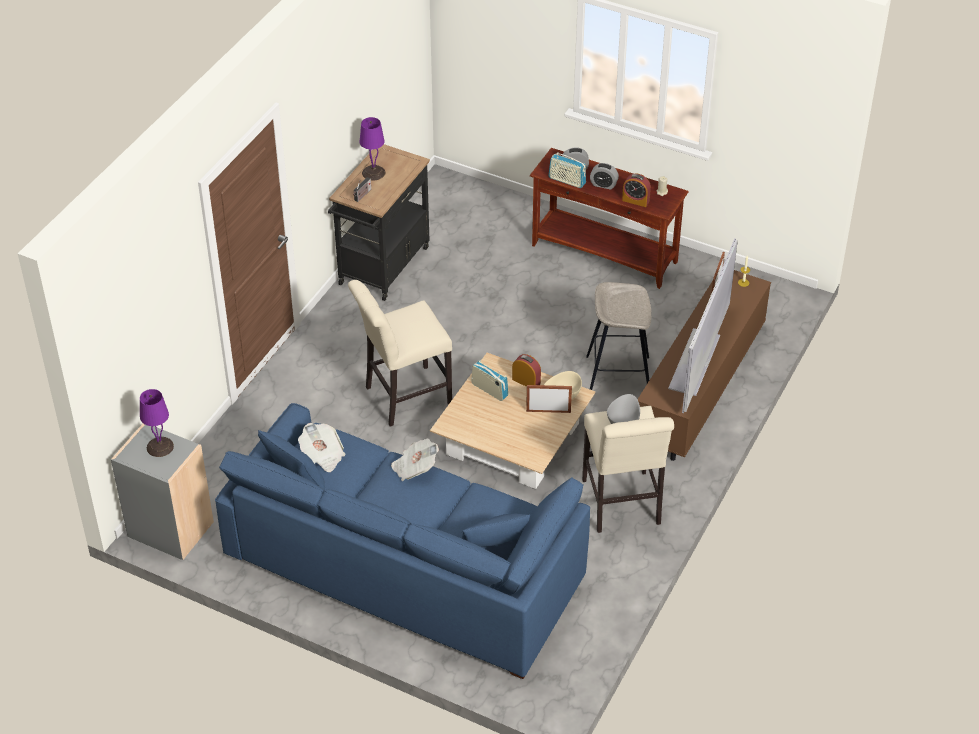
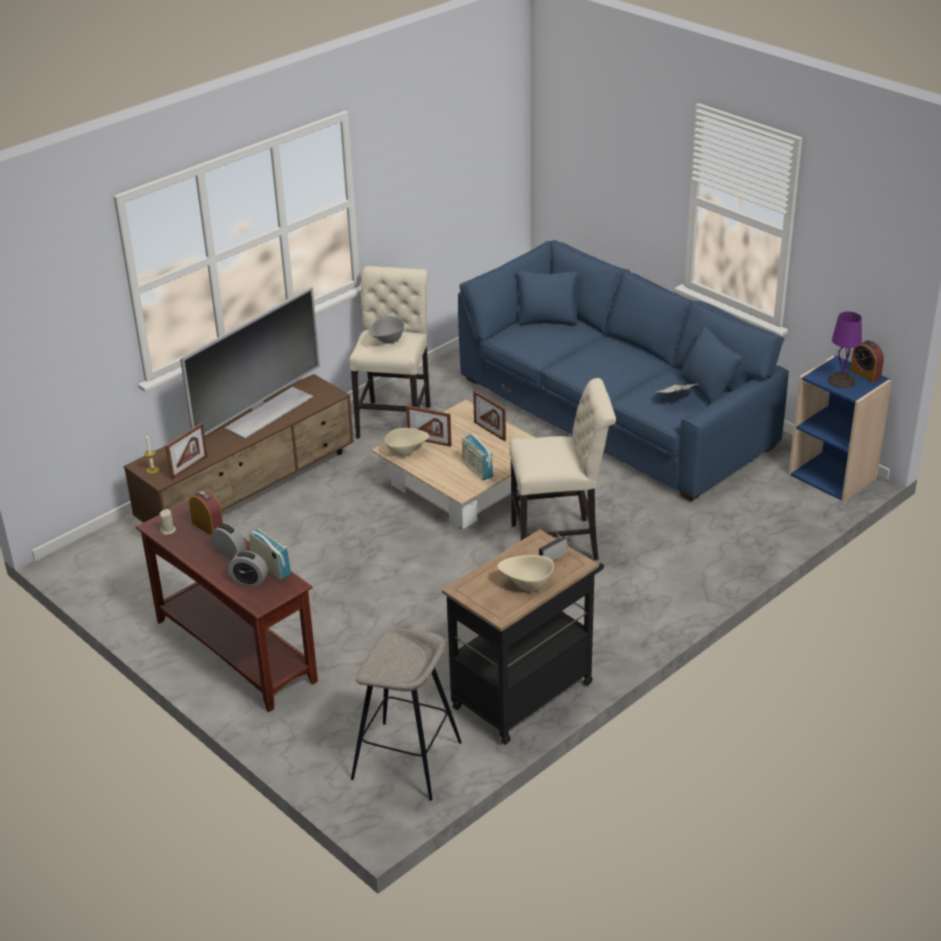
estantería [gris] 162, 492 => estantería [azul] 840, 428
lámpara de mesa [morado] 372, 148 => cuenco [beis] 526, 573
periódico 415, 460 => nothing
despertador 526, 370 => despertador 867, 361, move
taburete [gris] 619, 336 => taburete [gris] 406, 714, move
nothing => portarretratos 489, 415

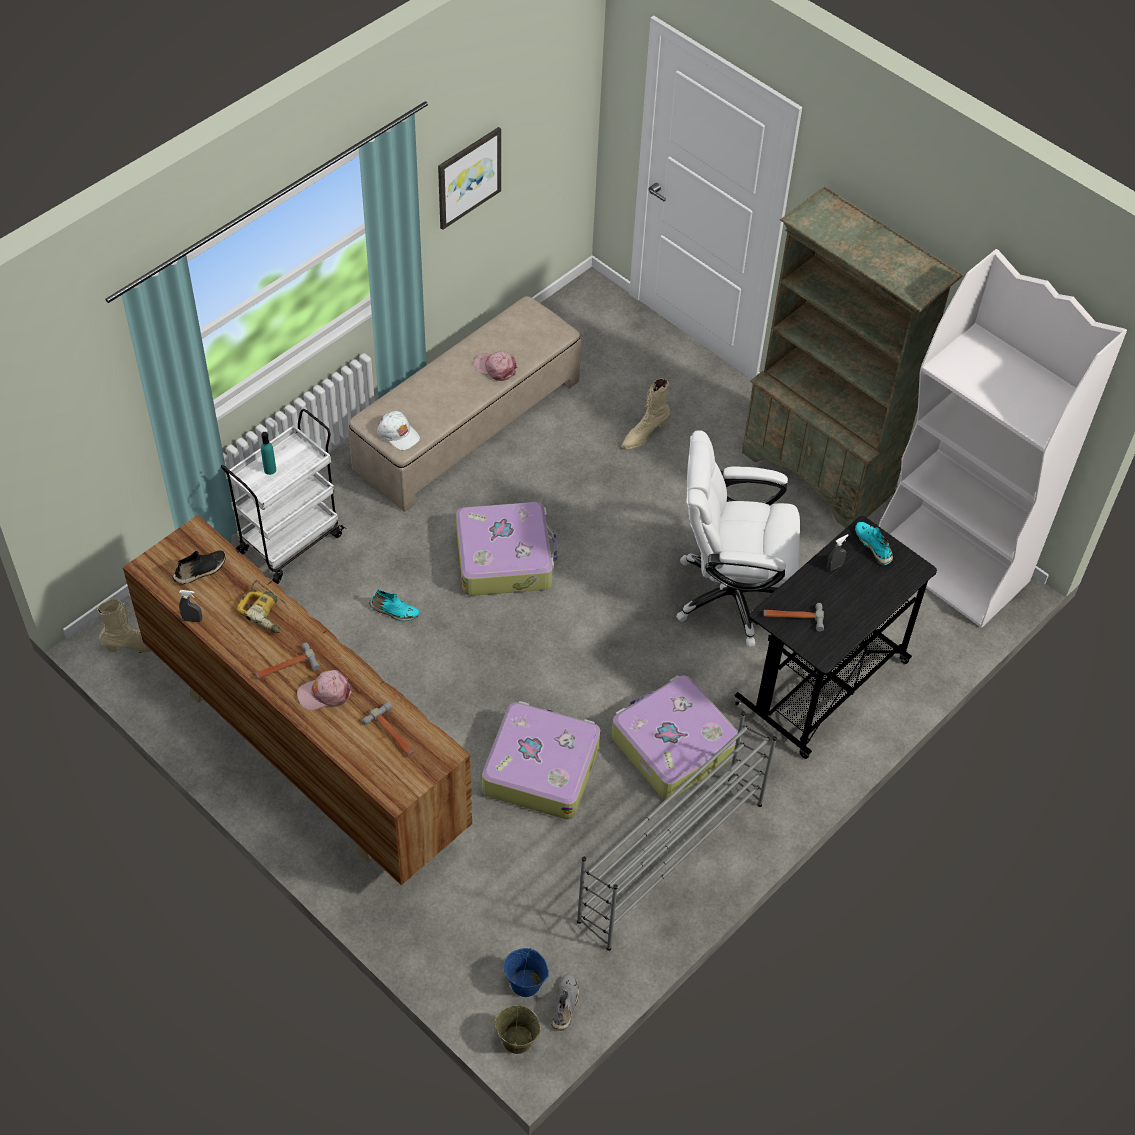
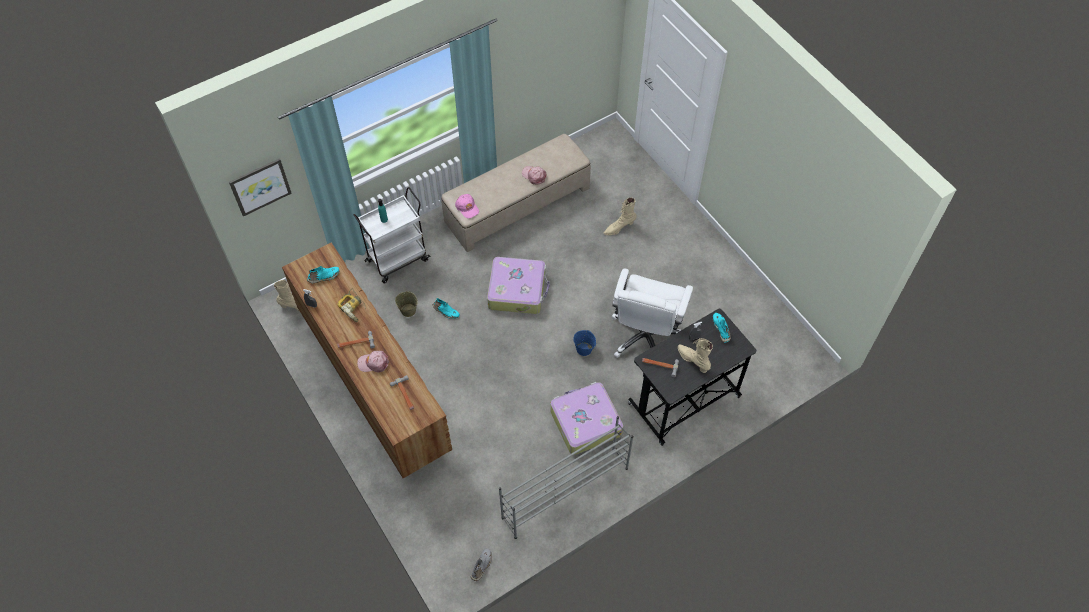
zapato [negro] 199, 567 => zapato [turquesa] 323, 274
gorra [blanco] 398, 430 => gorra [rosa] 467, 206
cuadro 469, 178 => cuadro 260, 187, move
maleta 541, 760 => nothing
cubo [beis] 517, 1029 => cubo [beis] 406, 304, move
cubo [azul] 526, 972 => cubo [azul] 584, 343, move
silla de oficina [blanco] 738, 538 => silla de oficina [blanco] 652, 313, 90 degrees counterclockwise
estantería [verde] 853, 357 => nothing
estantería [blanco] 1003, 438 => nothing
nothing => bota [beis] 695, 355

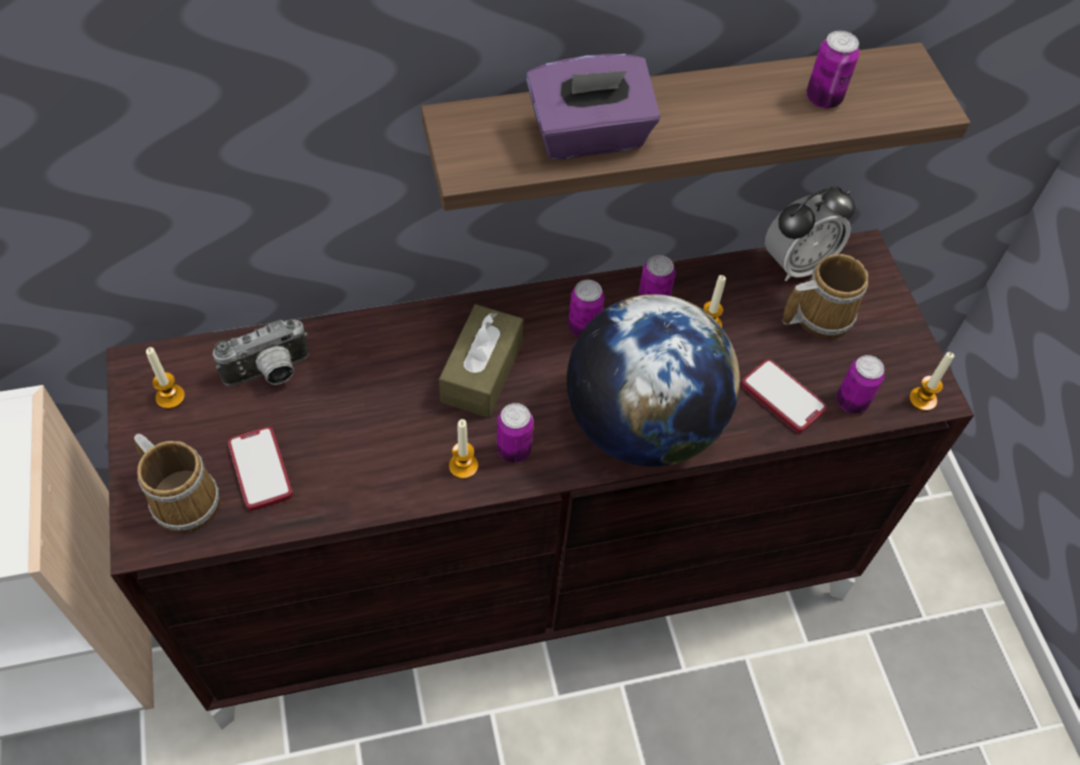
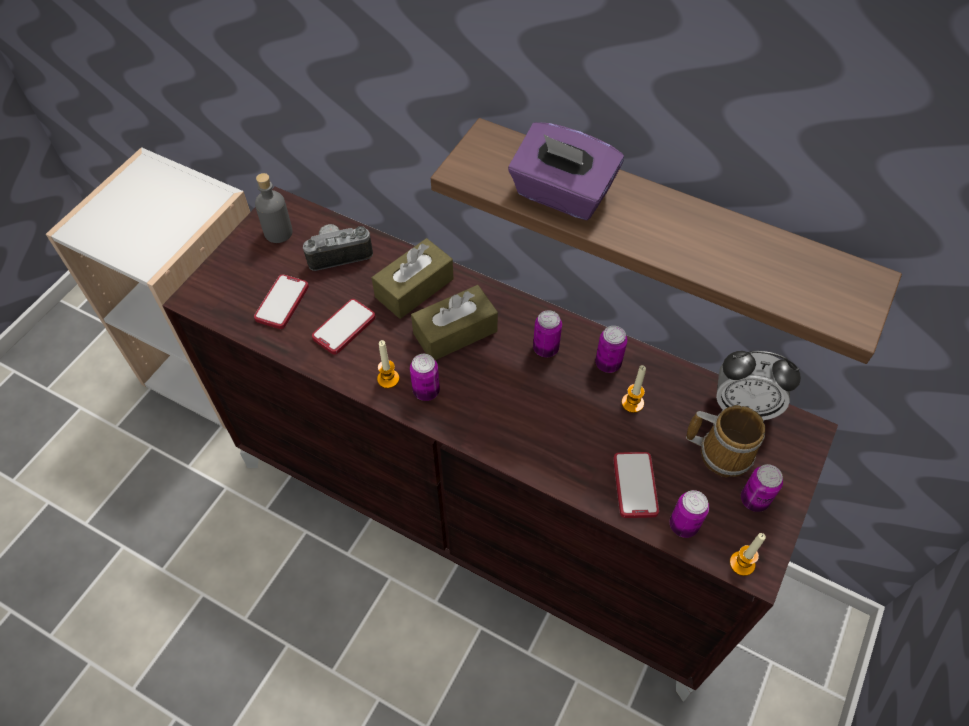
taza grande 177, 483 => nothing
vela 165, 378 => botella [gris] 274, 208
cámara 261, 353 => cámara 337, 247, 150 degrees clockwise
globo terráqueo 653, 380 => nothing
lata 833, 70 => lata 762, 488, move
nothing => móvil 344, 327
nothing => caja de pañuelos [marrón] 413, 278

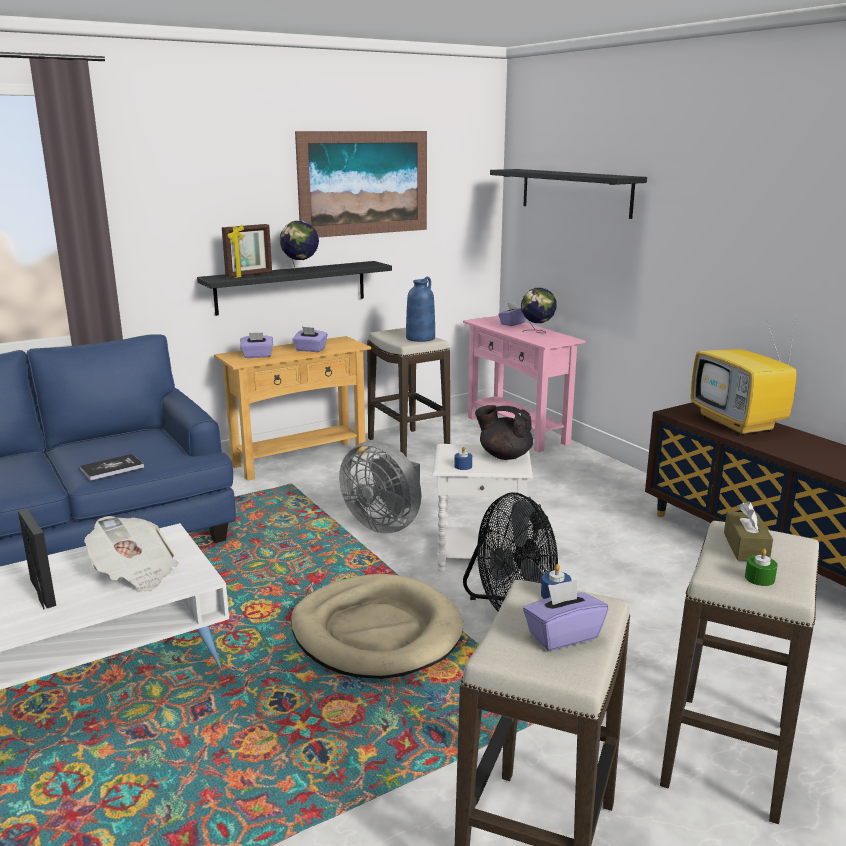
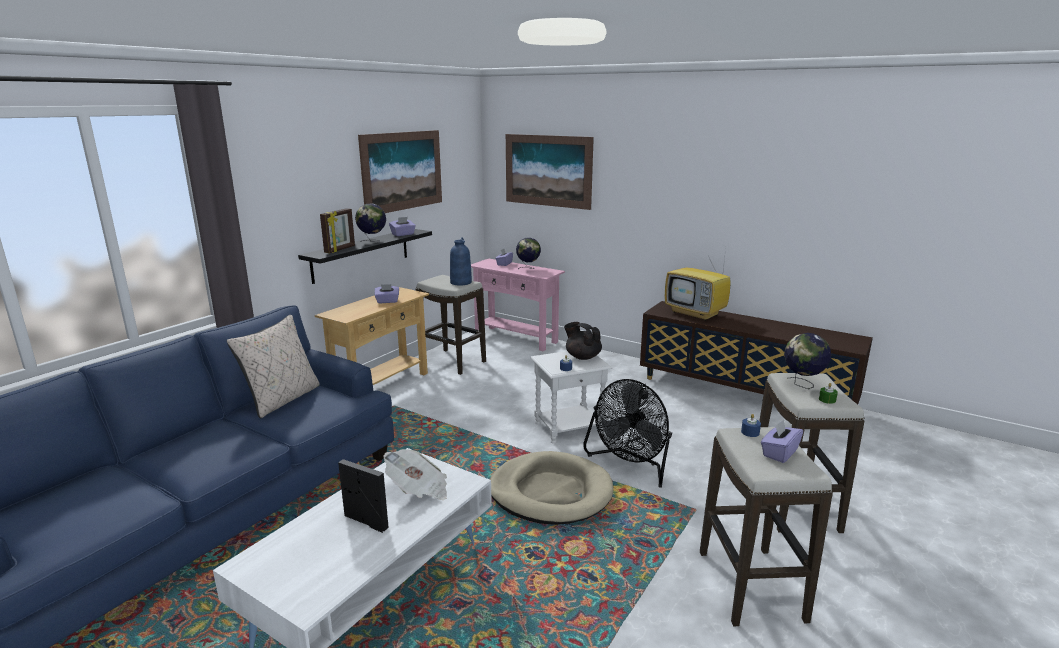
libro 111, 467 => nothing
caja de pañuelos [morado] 256, 345 => caja de pañuelos [morado] 402, 226, move
ventilador [gris] 380, 487 => nothing
tetera [negro] 504, 432 => tetera [negro] 583, 341, 45 degrees clockwise
estante [negro] 568, 194 => cuadro 550, 172
caja de pañuelos [marrón] 748, 531 => globo terráqueo 807, 361
nothing => cojín [beis] 273, 366

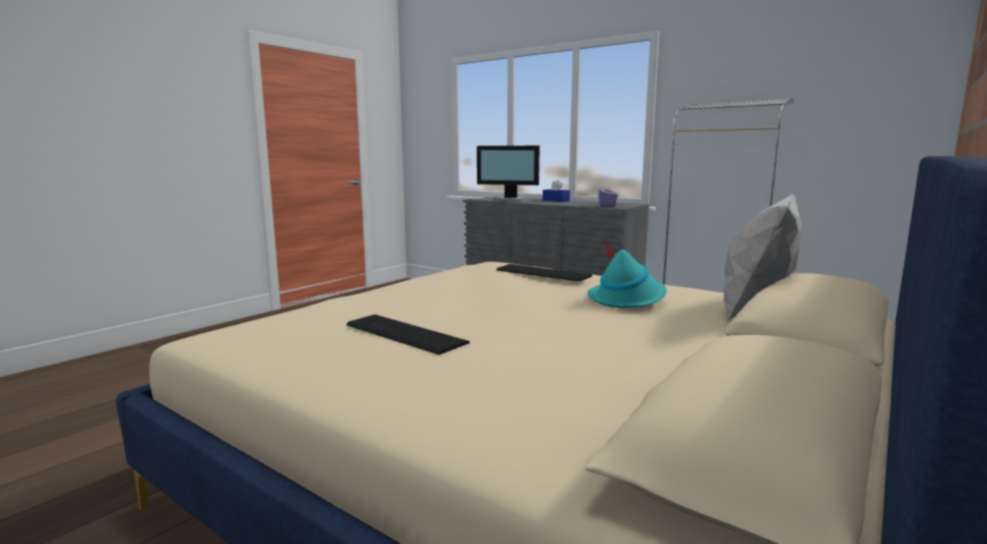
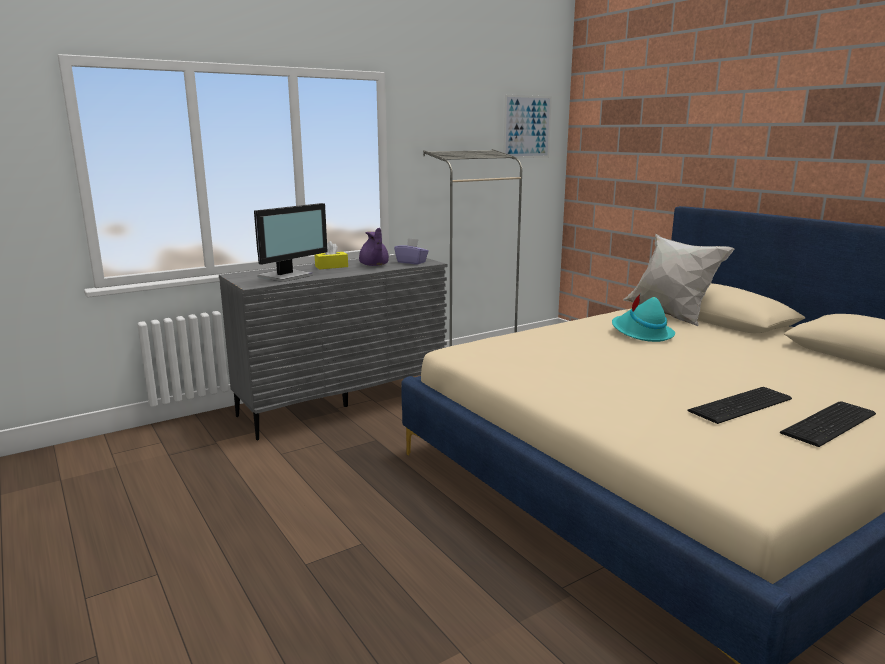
teclado 544, 273 => teclado 828, 424, move
caja de pañuelos [azul] 556, 190 => caja de pañuelos [amarillo] 331, 255
nothing => tetera [morado] 374, 247
nothing => cuadro 527, 127

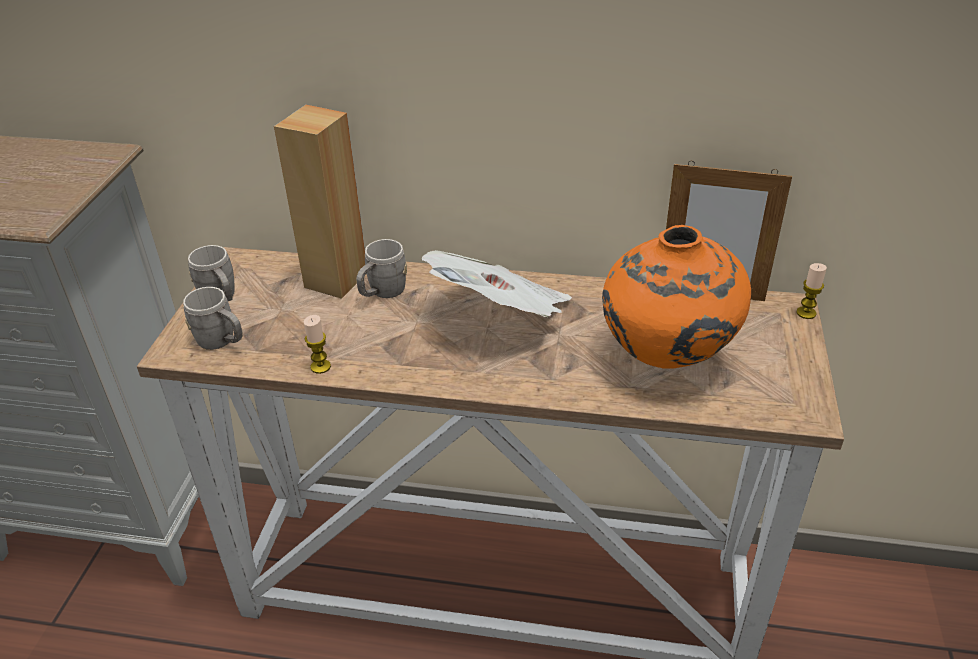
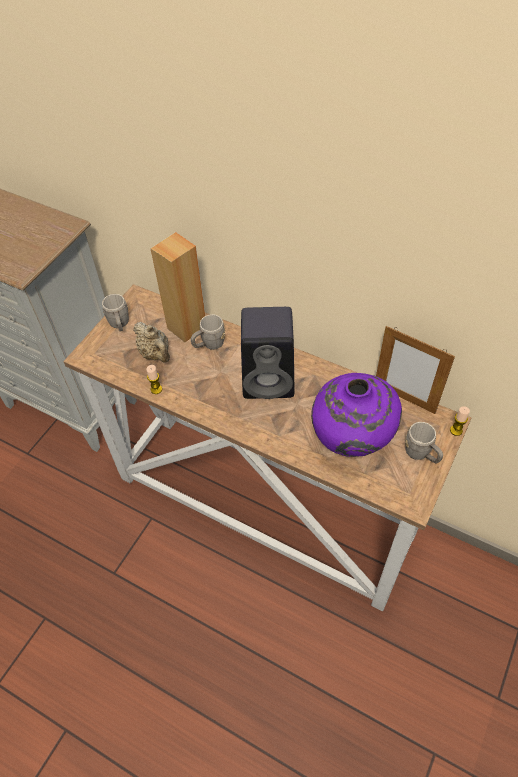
taza grande [gris] 213, 318 => taza grande [gris] 424, 442, move
periódico 497, 283 => altavoz [negro] 267, 353
florero [naranja] 676, 297 => florero [morado] 356, 415
nothing => tetera [beis] 151, 342

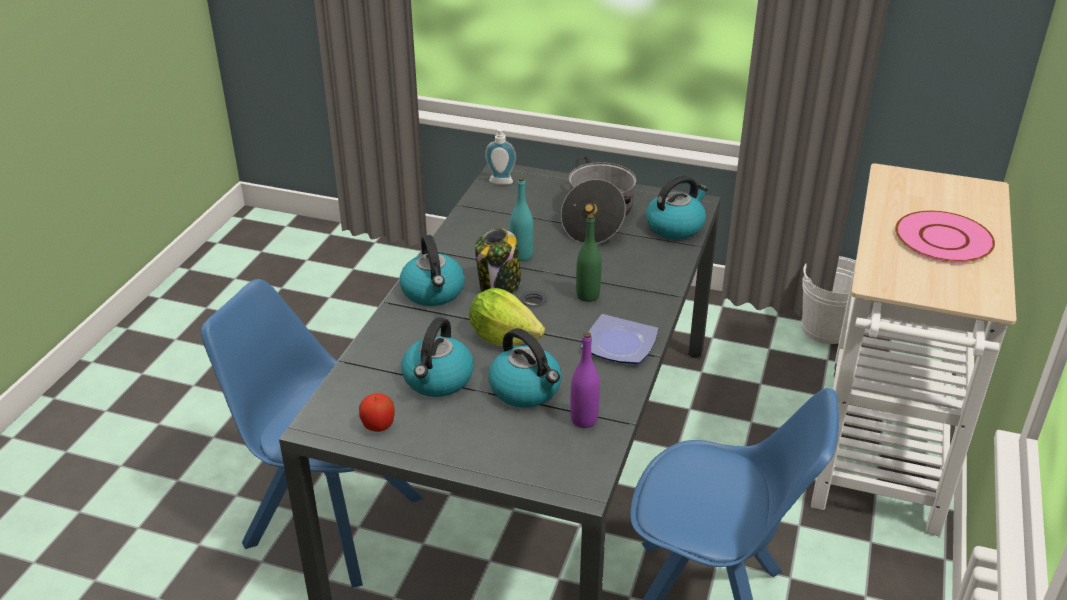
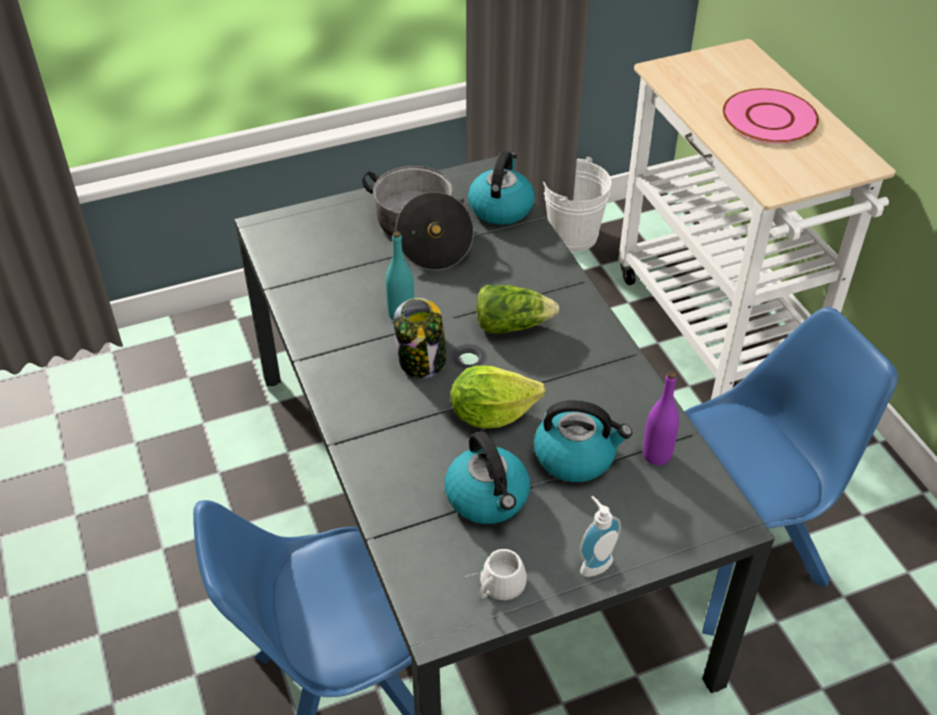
manzana 377, 412 => taza grande [blanco] 496, 574
hervidor 432, 270 => nothing
dispensador de jabón 500, 154 => dispensador de jabón 600, 536, move
botella [verde] 589, 258 => lechuga 518, 309
plato 620, 339 => nothing

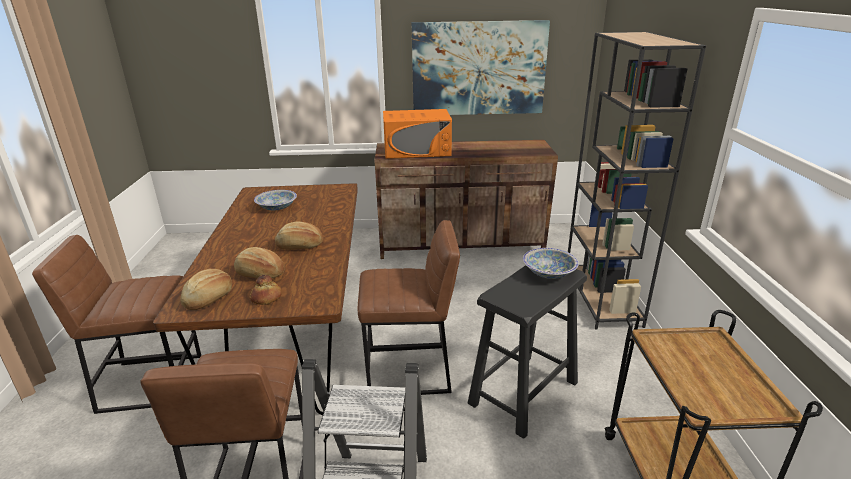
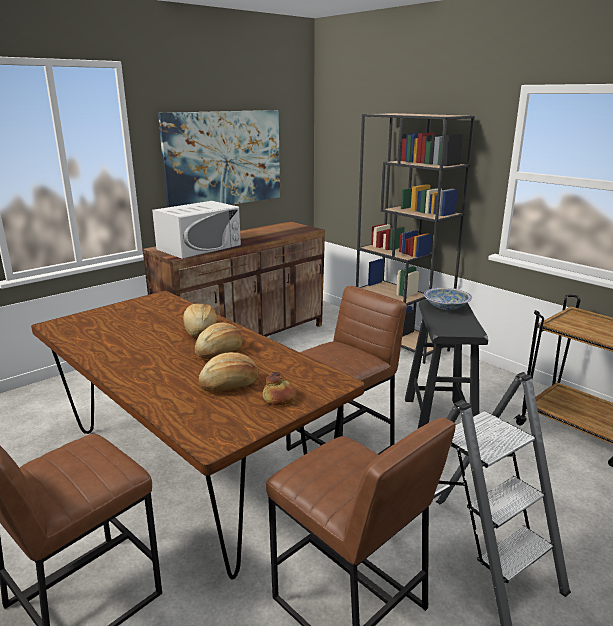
pan 206, 289 => pan 200, 320, move
cuenco 275, 200 => nothing
microondas [naranja] 417, 134 => microondas [blanco] 196, 230

